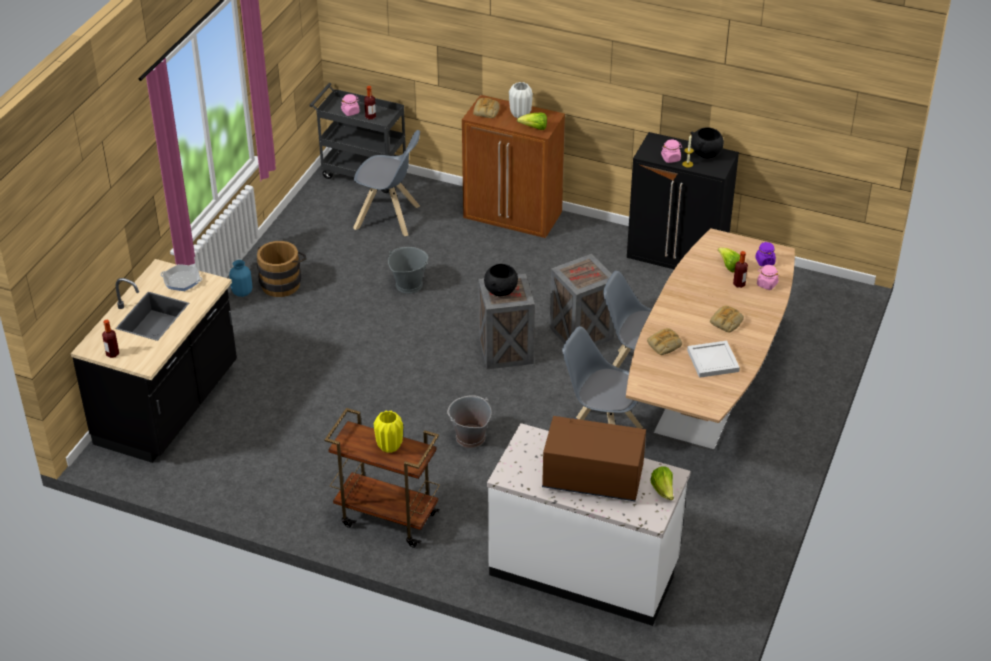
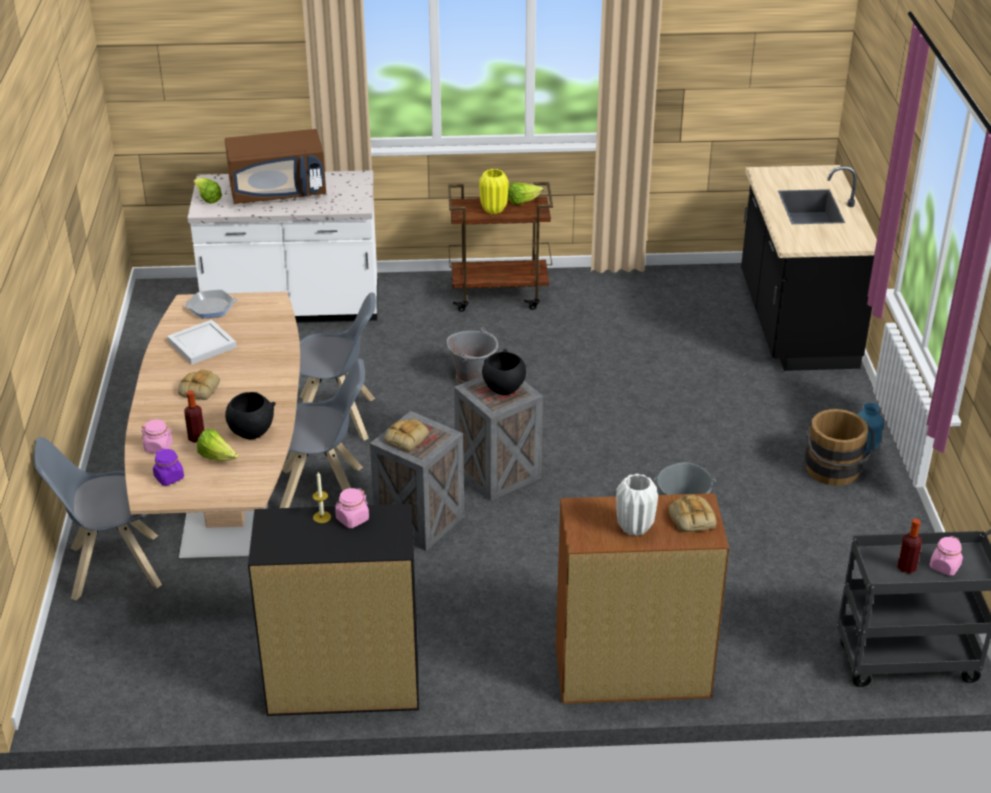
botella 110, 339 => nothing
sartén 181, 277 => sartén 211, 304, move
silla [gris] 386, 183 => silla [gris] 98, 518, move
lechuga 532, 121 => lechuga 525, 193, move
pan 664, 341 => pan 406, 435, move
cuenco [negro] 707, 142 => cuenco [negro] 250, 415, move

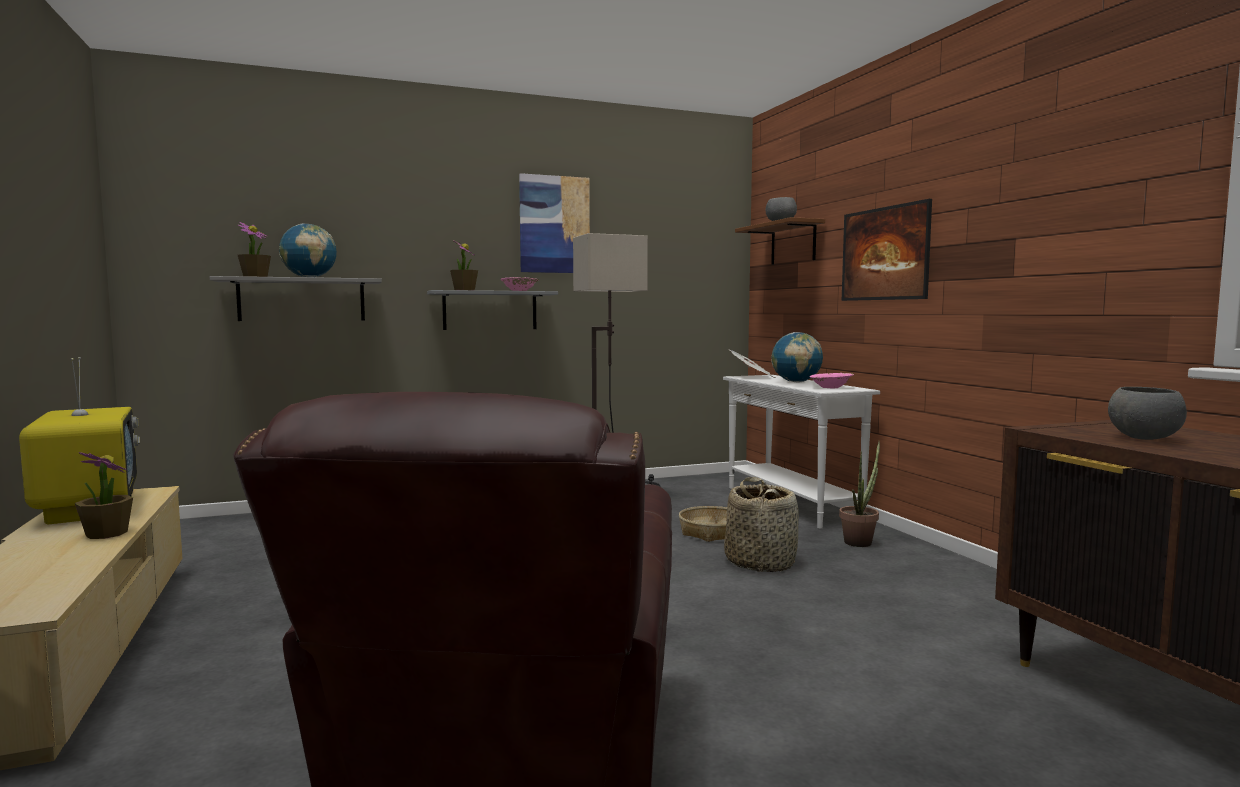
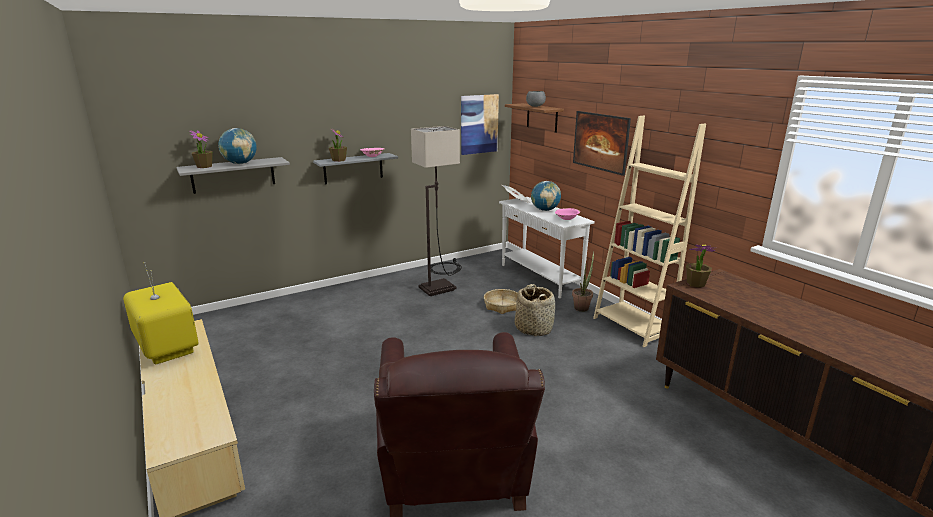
planta en maceta 104, 495 => planta en maceta 701, 266, move
cuadro 554, 223 => cuadro 480, 124, move
cuenco [gris] 1147, 413 => nothing
nothing => estantería [beis] 649, 231

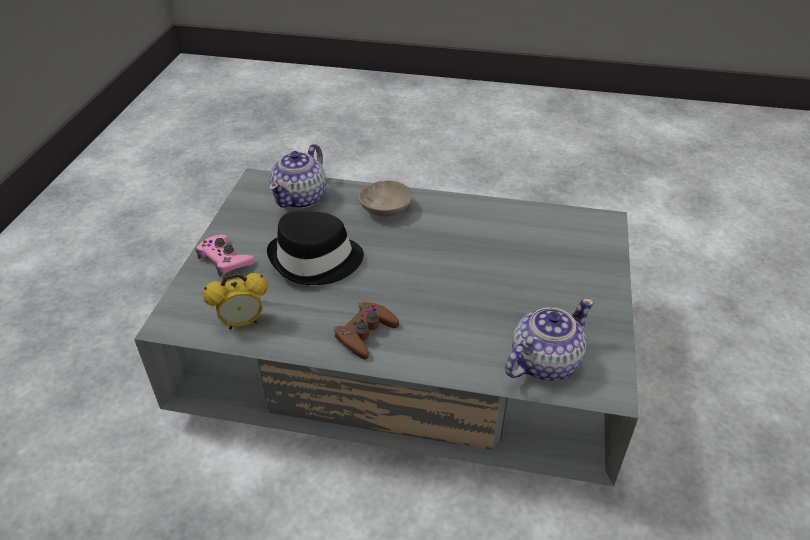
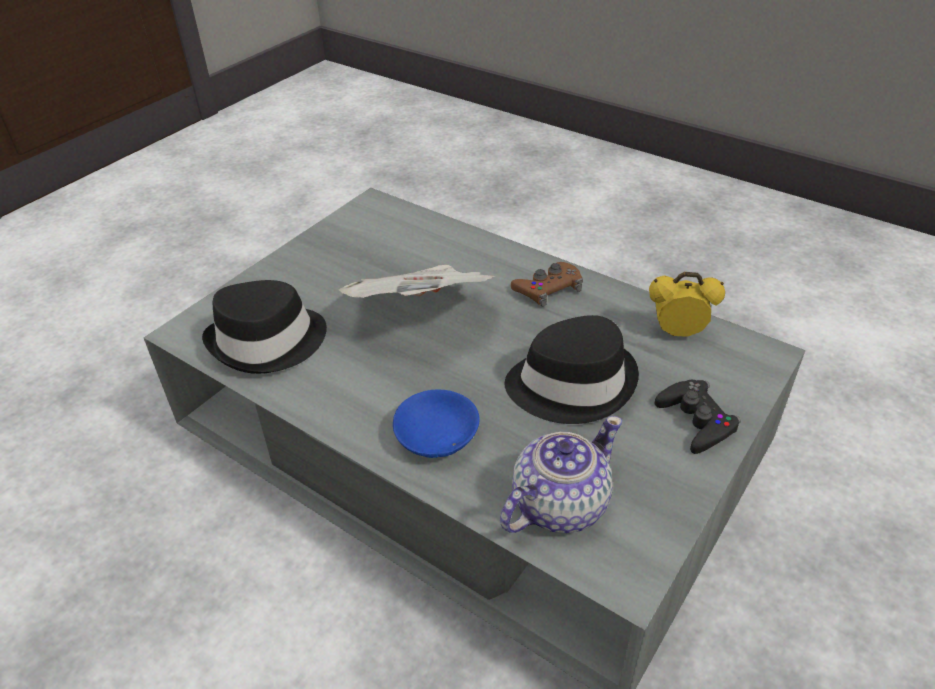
mando de consola [rosa] 225, 256 => mando de consola [negro] 698, 417
cuenco [beis] 385, 198 => cuenco [azul] 436, 424
tetera 549, 339 => nothing
nothing => sombrero [negro] 264, 327
nothing => periódico 417, 281

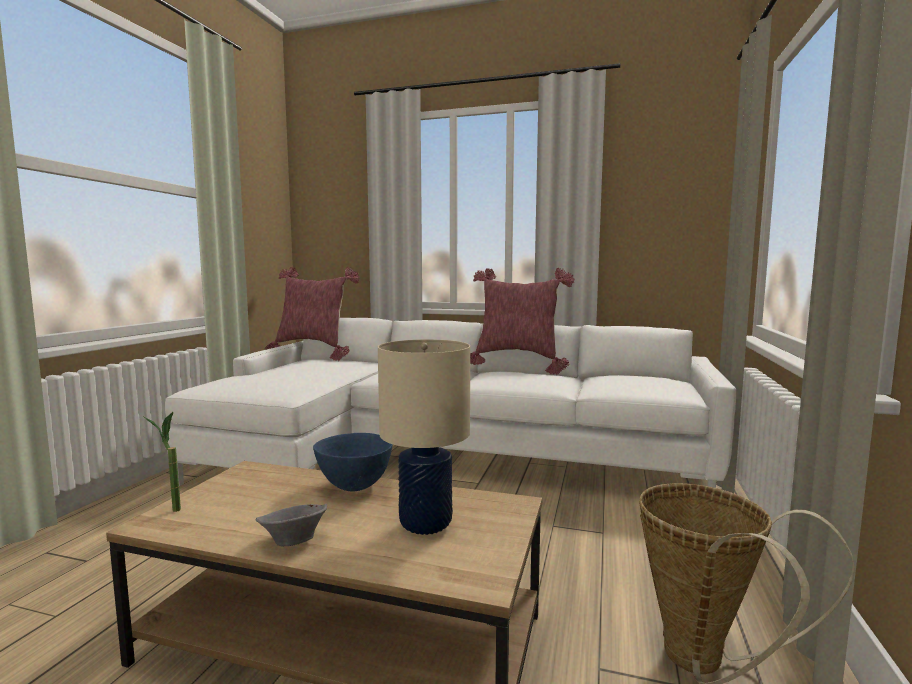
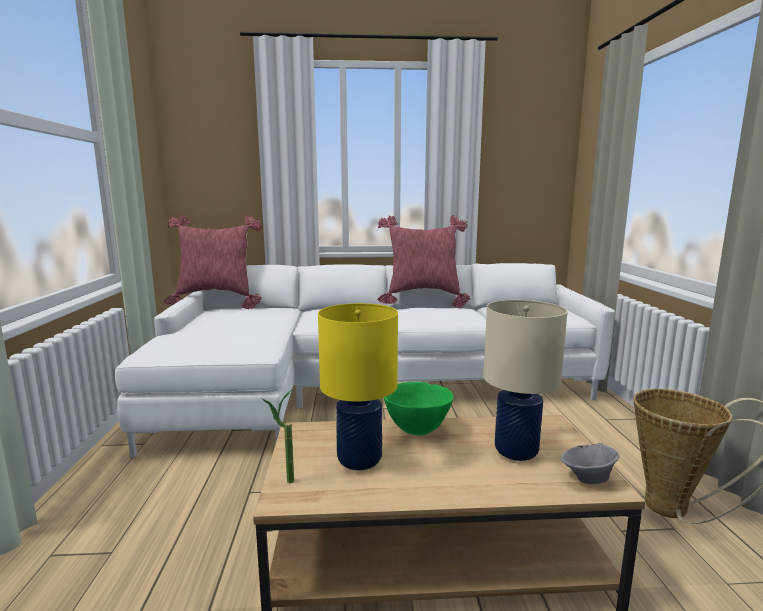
cuenco [gris] 291, 525 => cuenco [gris] 590, 463, move
cuenco [azul] 353, 462 => cuenco [verde] 419, 408
nothing => lámpara de mesa [amarillo] 358, 386

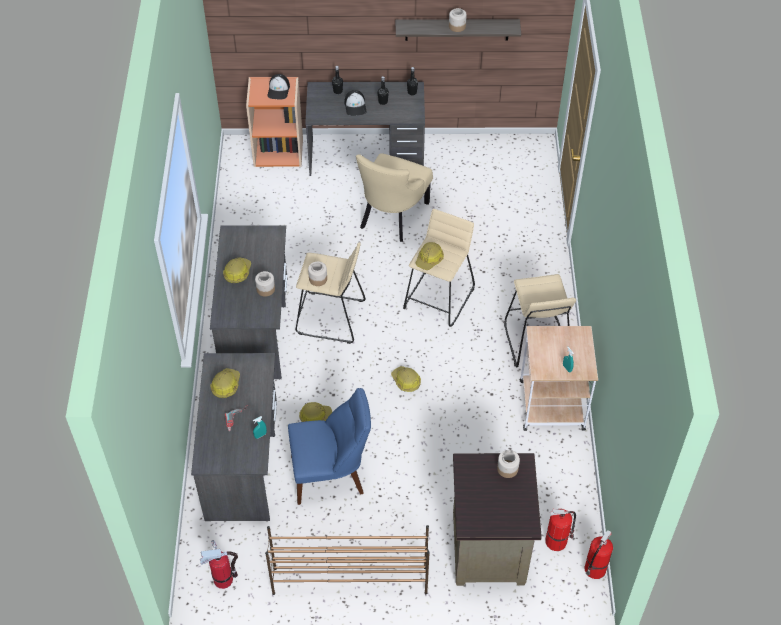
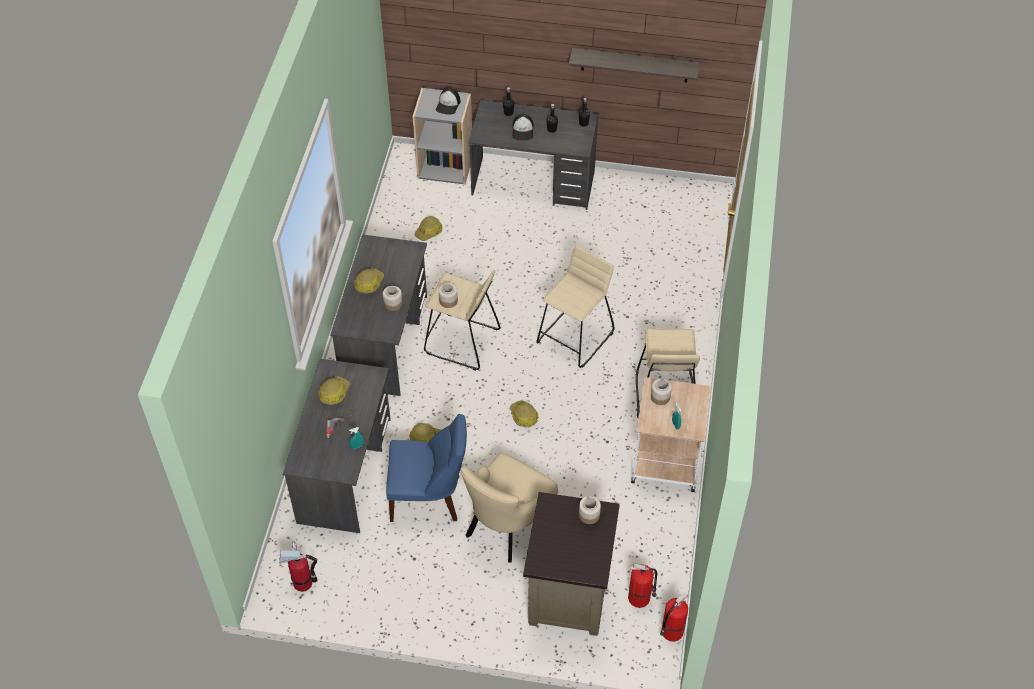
estantería [naranja] 274, 122 => estantería [gris] 442, 136
zapatero [marrón] 347, 560 => nothing
silla [beis] 394, 197 => silla [beis] 509, 507, move
casco 430, 256 => casco 428, 228, move
tarro 458, 20 => tarro 661, 392, move

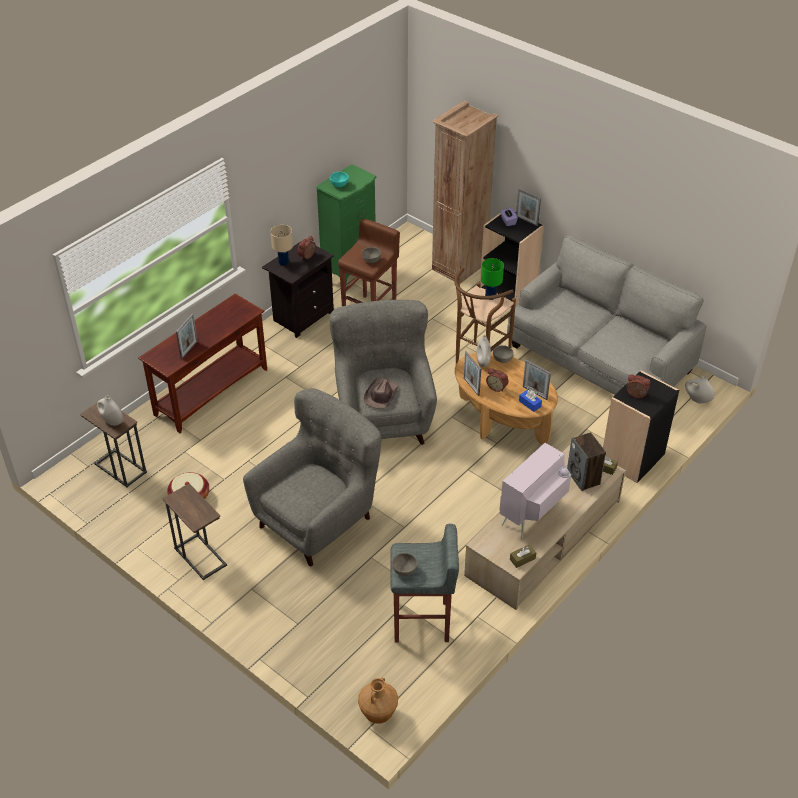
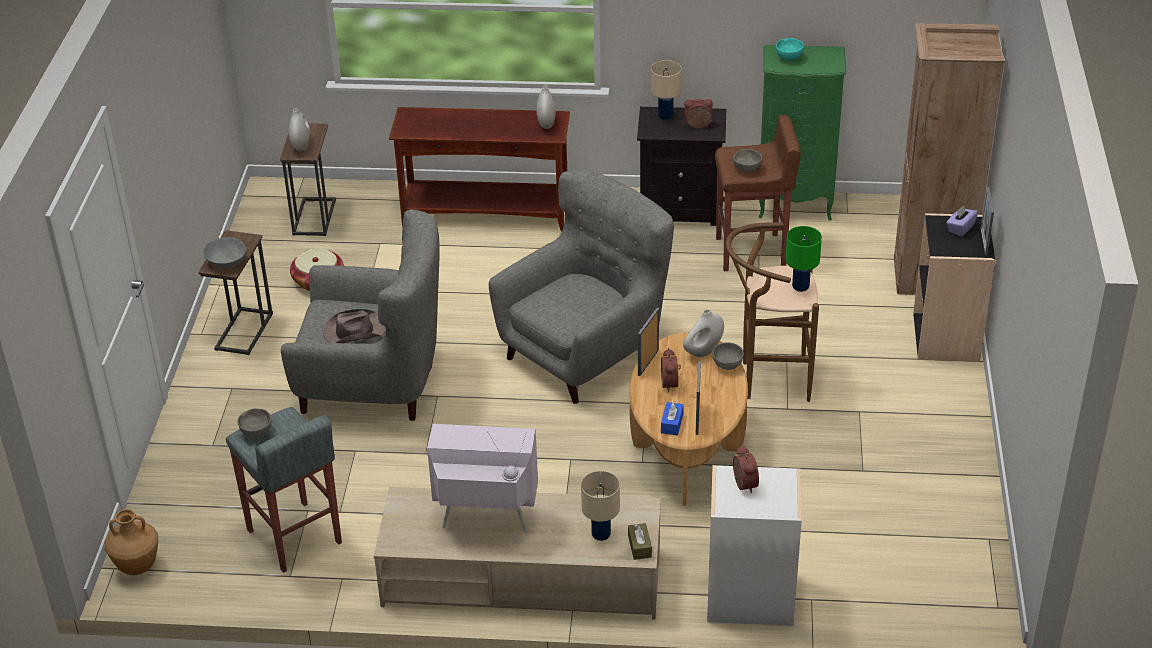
portarretratos 187, 336 => nothing
sombrero [marrón] 381, 393 => sombrero [marrón] 354, 326, move
sofá [gris] 606, 315 => nothing
caja de pañuelos [marrón] 523, 556 => nothing
altavoz 586, 461 => lámpara de mesa [beis] 600, 506
estantería [negro] 641, 426 => estantería [blanco] 754, 545
florero [blanco] 700, 389 => florero [blanco] 546, 107, move
nothing => cuenco [gris] 224, 252

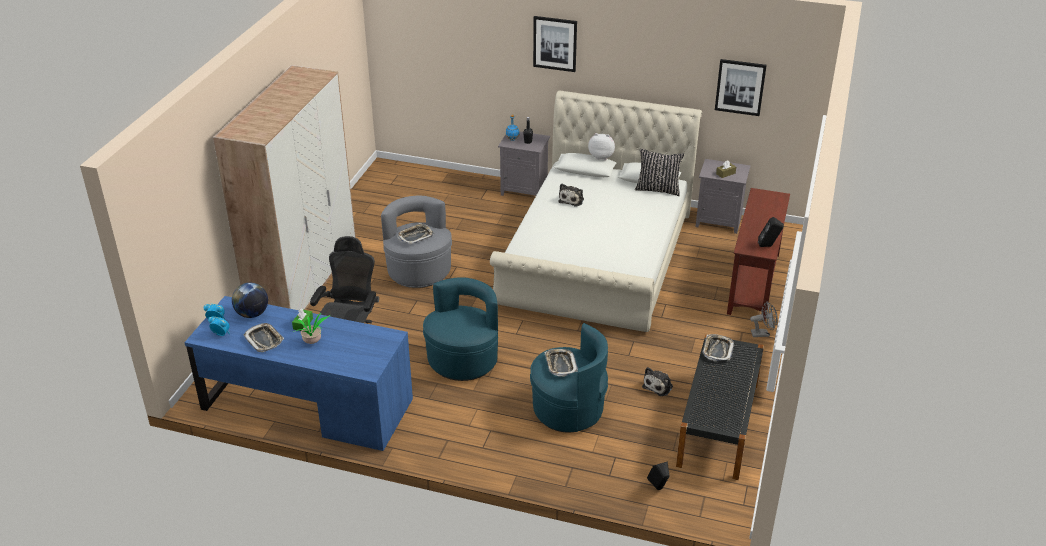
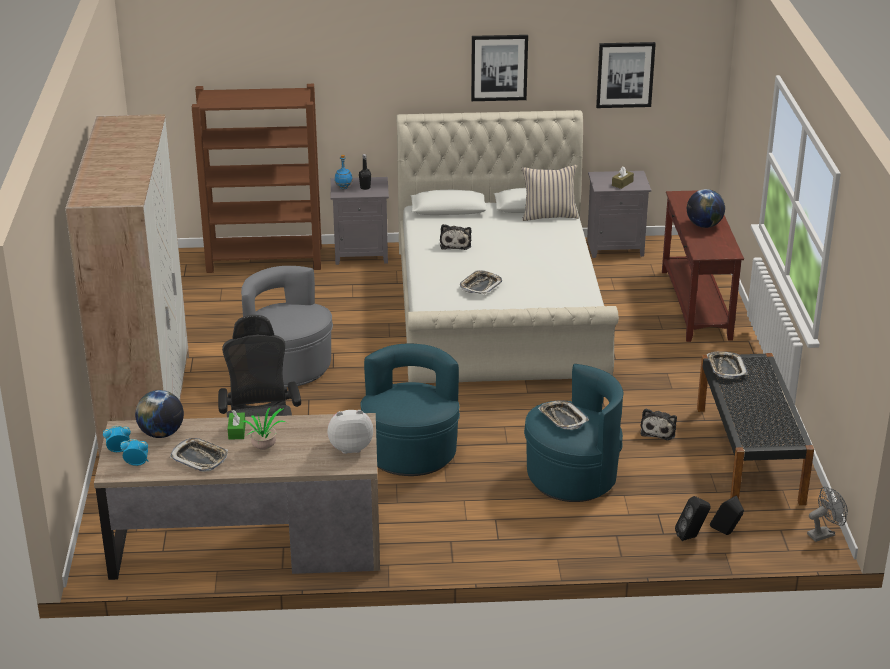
escritorio [azul] 298, 373 => escritorio [marrón] 237, 496
bandeja 415, 233 => bandeja 481, 282, move
cuadro 555, 44 => cuadro 499, 68, move
peluche 601, 146 => peluche 350, 432, move
cojín [negro] 660, 172 => cojín [beis] 550, 193
ventilador [gris] 764, 319 => ventilador [gris] 827, 514, move
altavoz [negro] 771, 232 => altavoz [negro] 693, 518, move
nothing => estantería [marrón] 257, 178
nothing => globo terráqueo 706, 208

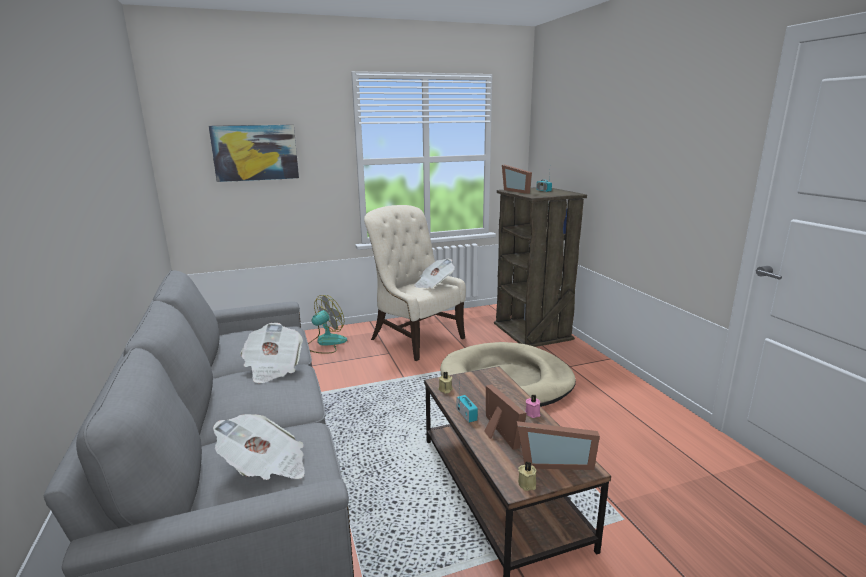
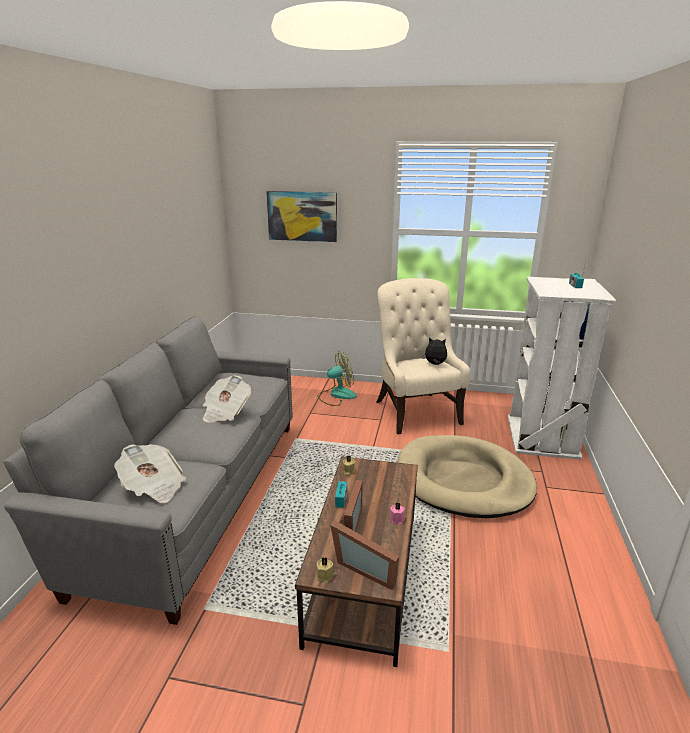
periódico 434, 274 => peluche 435, 351
estantería [marrón] 540, 267 => estantería [blanco] 562, 367
portarretratos 517, 179 => nothing

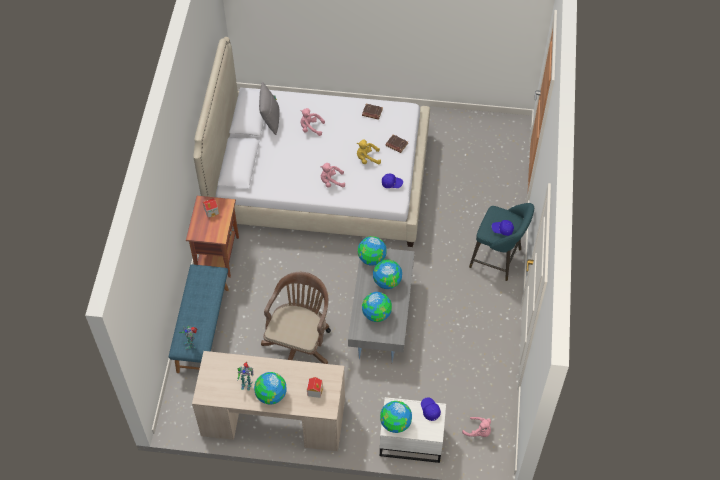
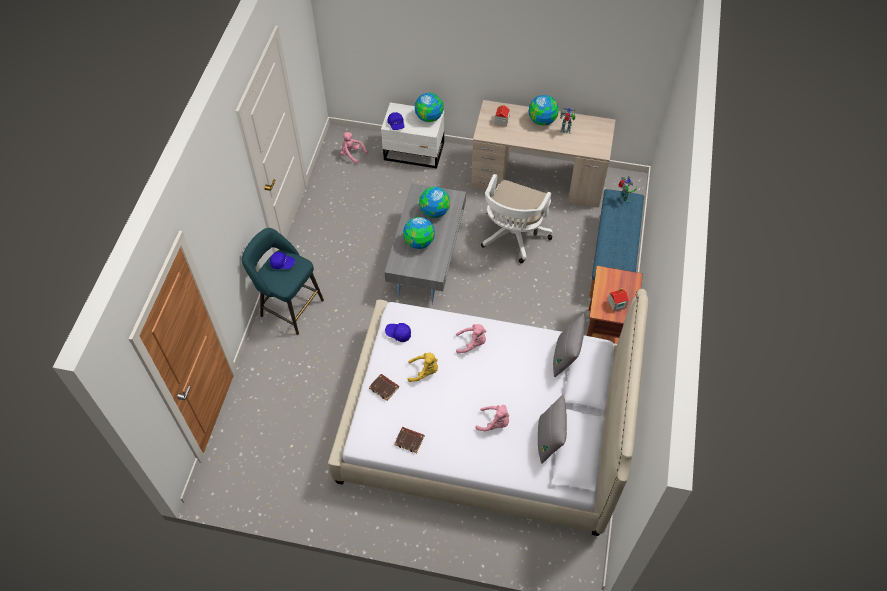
silla de oficina [marrón] 296, 318 => silla de oficina [blanco] 516, 218
globo terráqueo 372, 251 => nothing
nothing => cojín [gris] 569, 345

